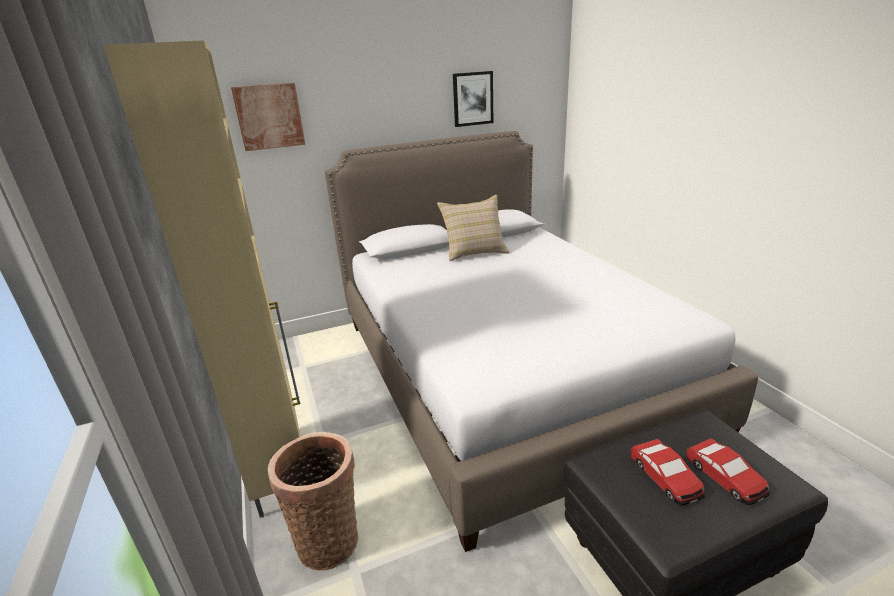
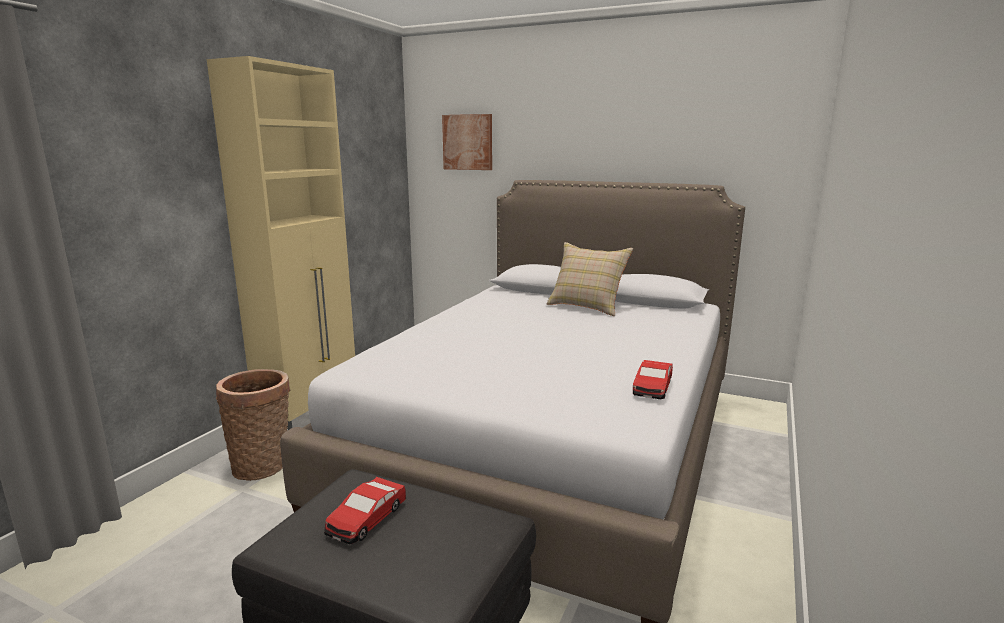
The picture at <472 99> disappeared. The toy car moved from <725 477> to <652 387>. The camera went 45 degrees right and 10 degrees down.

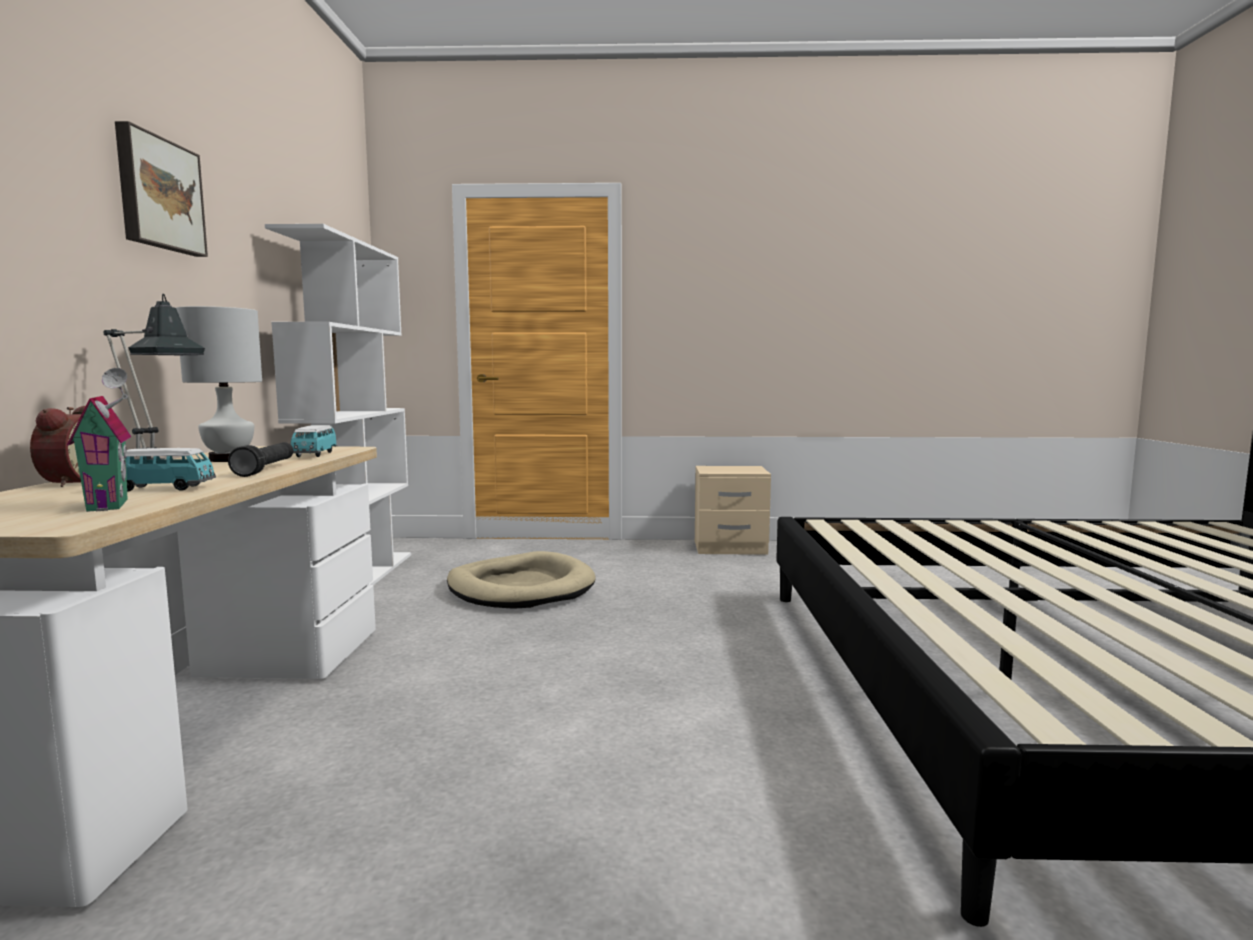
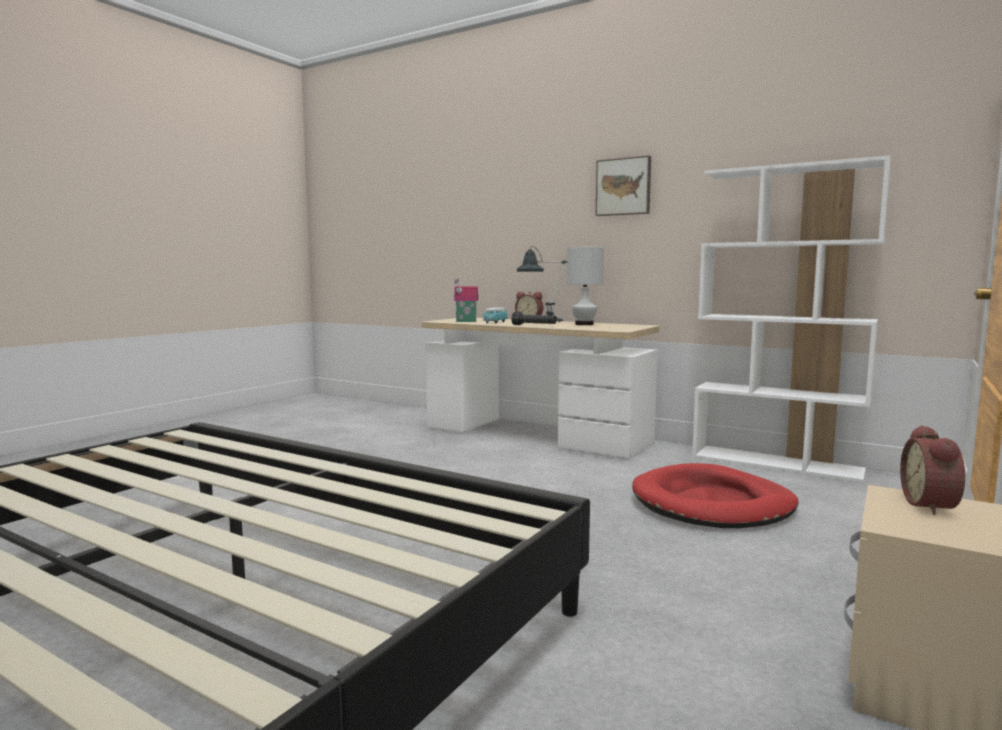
The toy car at <315 455> disappeared. The beige dog bed at <521 588> became the red dog bed at <712 504>. The alarm clock at <933 506> appeared. The camera went 120 degrees right and 0 degrees up.

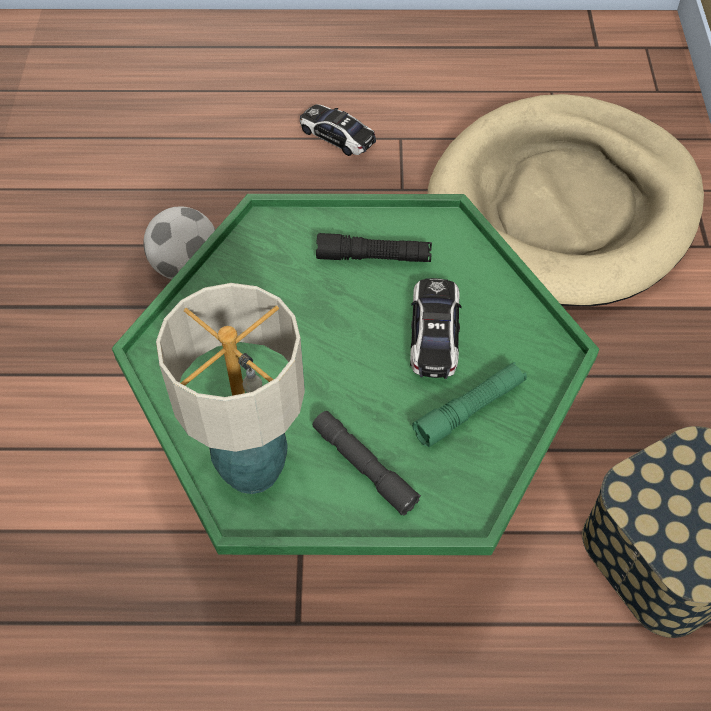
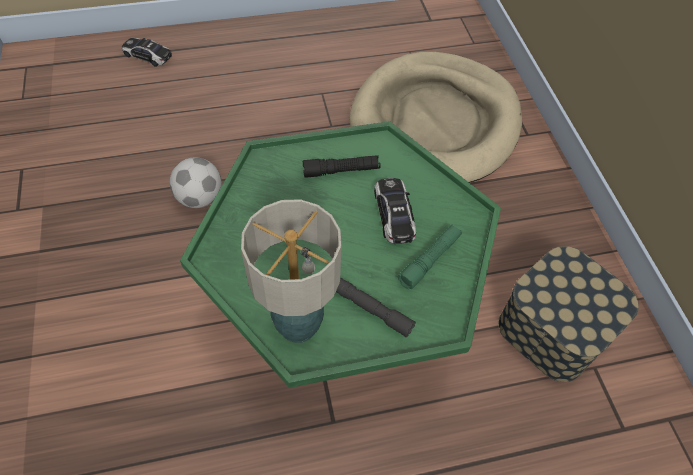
The toy car moved from <337 136> to <148 56>. The camera went 15 degrees left and 0 degrees up.

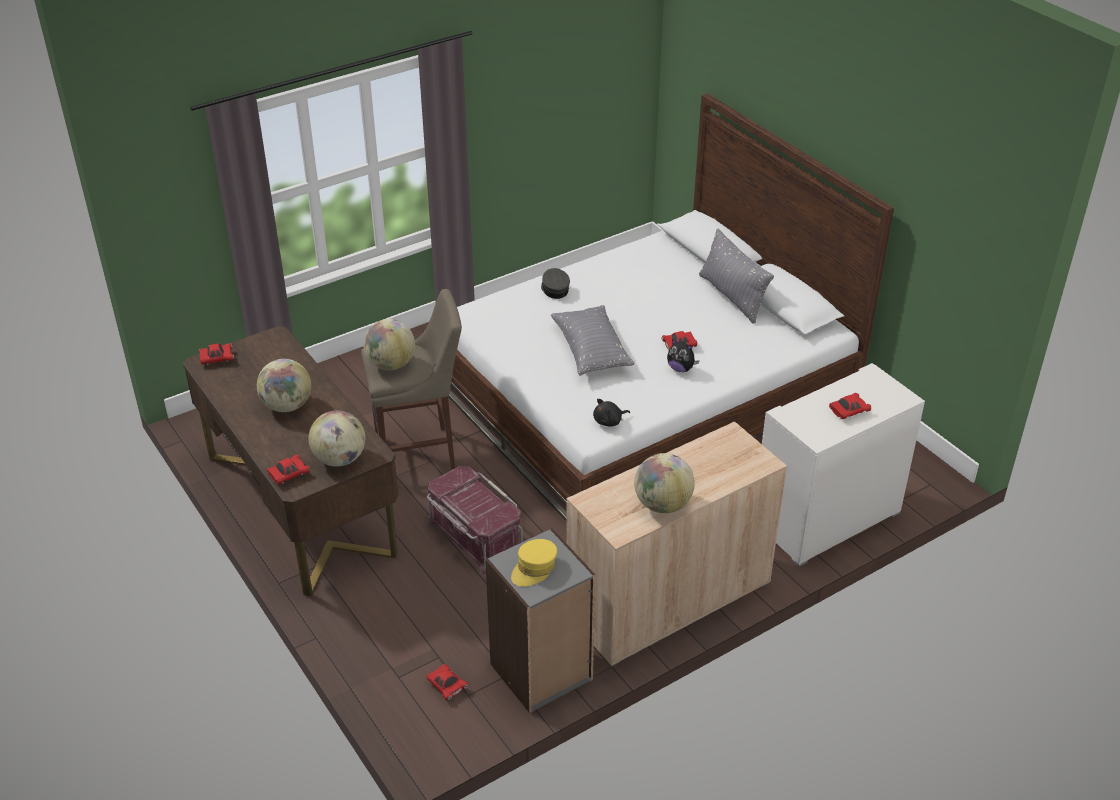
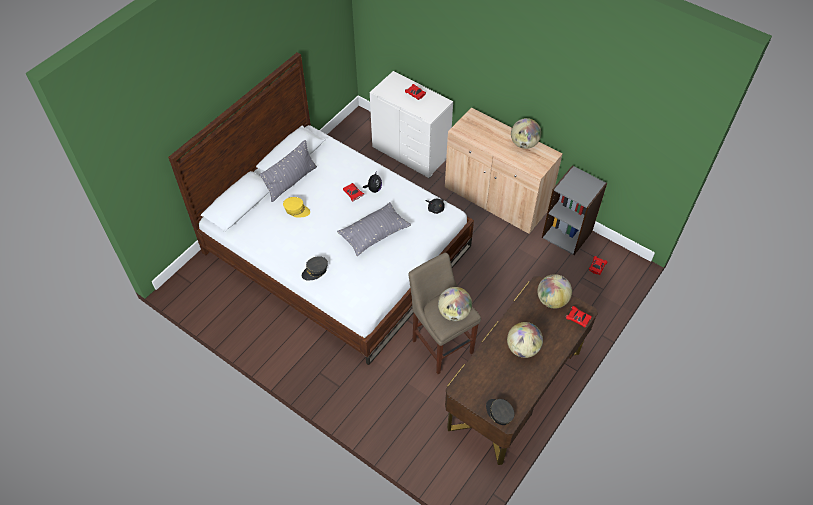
The red toy car at <217 359> was replaced by the grey cap at <499 413>. The red storage box at <474 535> disappeared. The yellow cap moved from <534 568> to <296 210>. The camera went 110 degrees left and 15 degrees up.

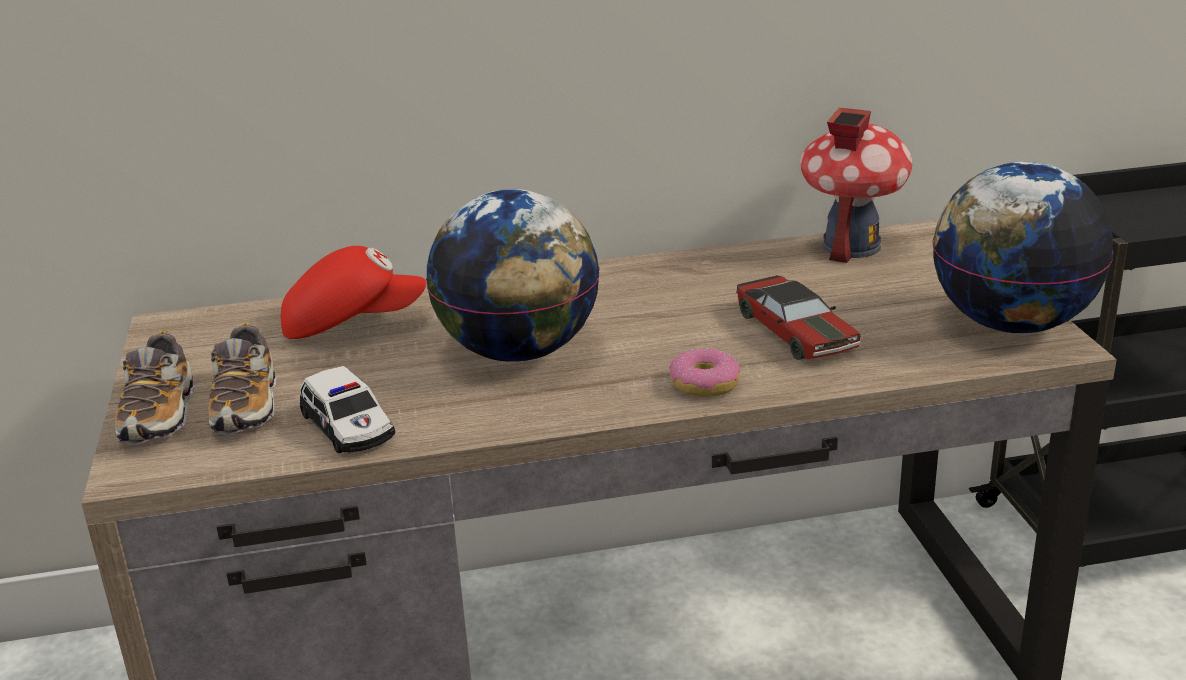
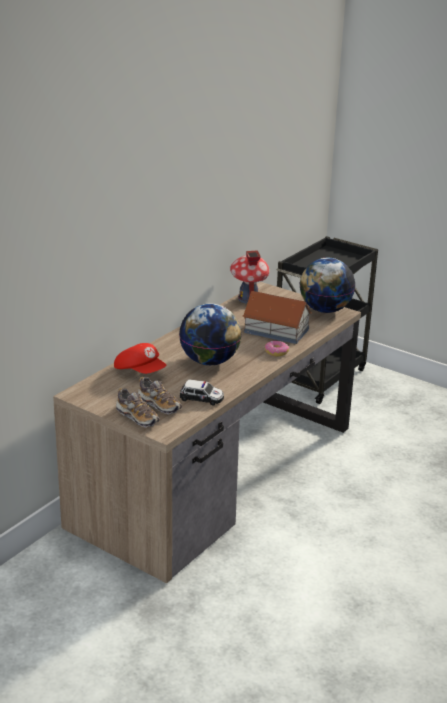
The red cap at <353 323> turned 90 degrees clockwise. The toy car at <795 332> was replaced by the toy house at <275 330>. The camera went 45 degrees left and 0 degrees up.

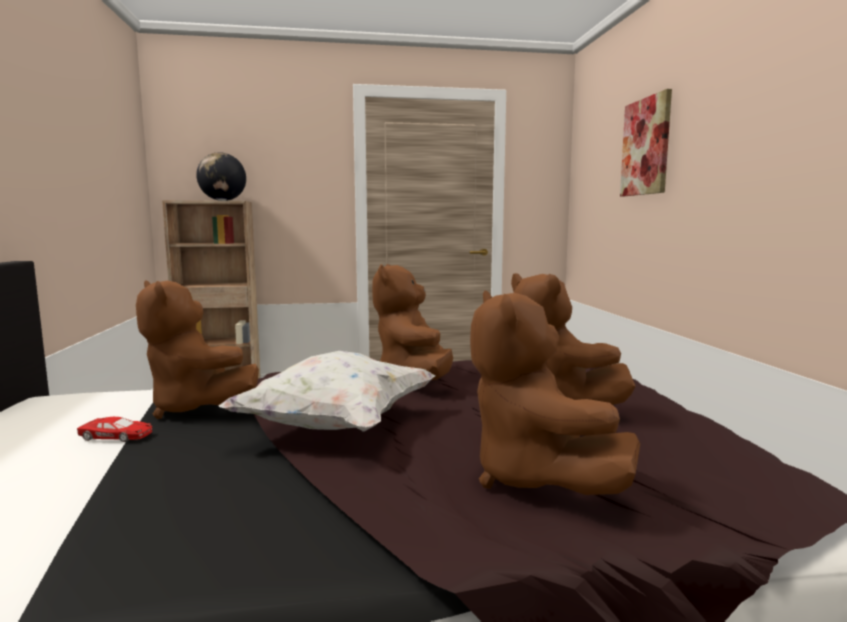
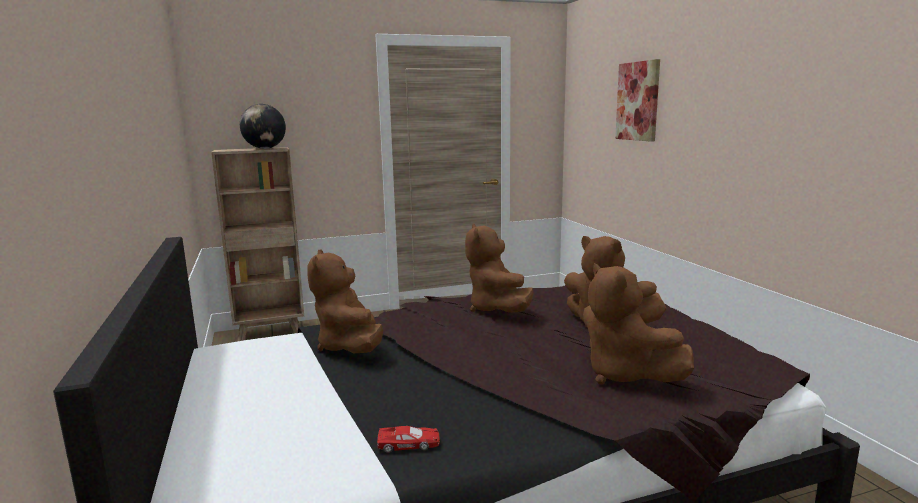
The brown plush toy at <196 408> turned 45 degrees clockwise. The white pillow at <337 425> disappeared. The red toy car moved from <117 436> to <409 444>. The camera went 10 degrees left and 5 degrees up.

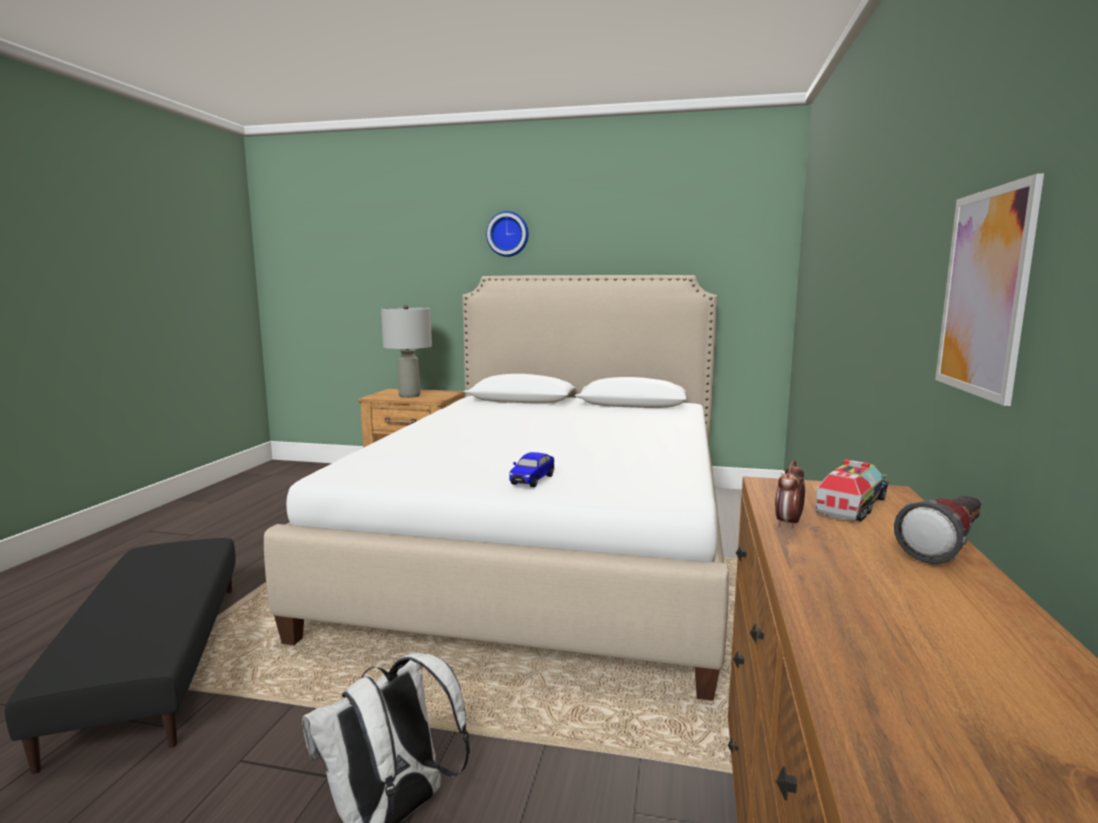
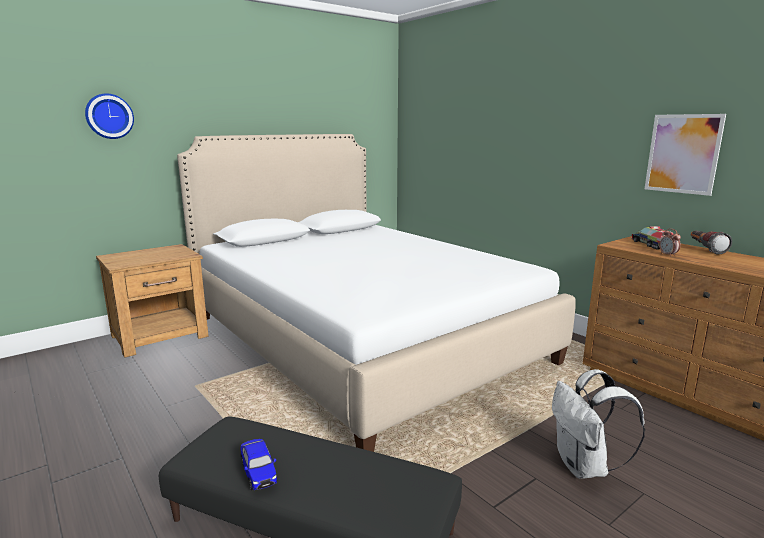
The wall clock moved from <508 234> to <109 116>. The grey table lamp at <410 395> disappeared. The toy car moved from <532 480> to <259 473>. The camera went 50 degrees left and 5 degrees up.

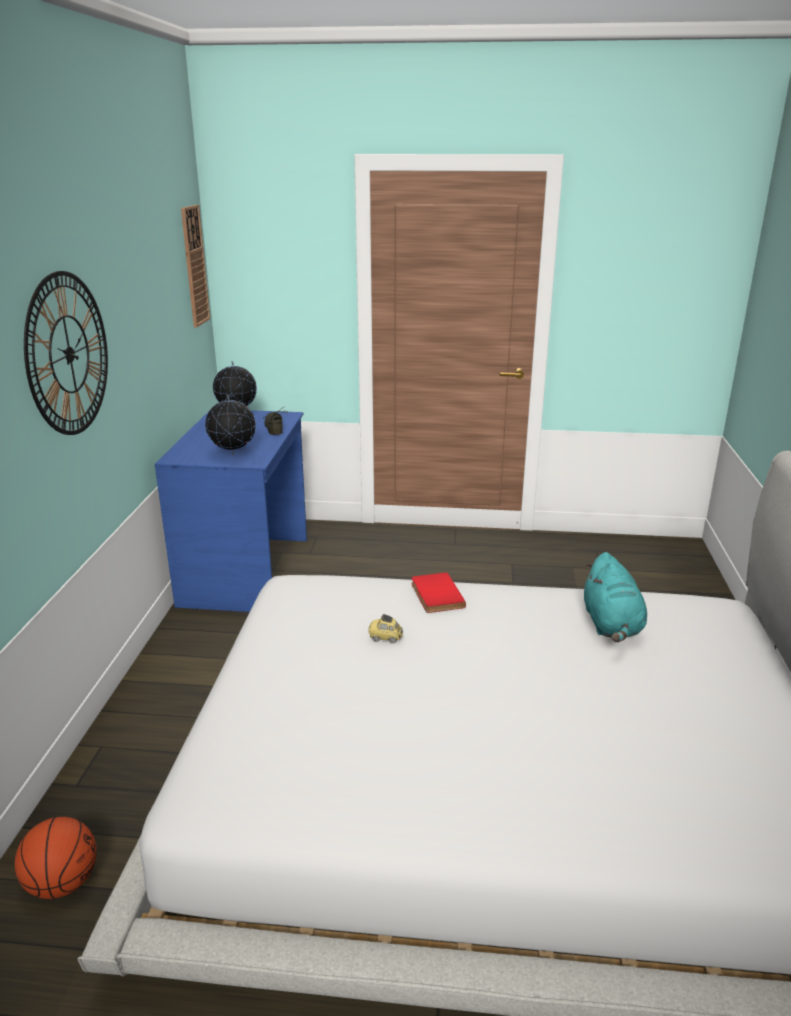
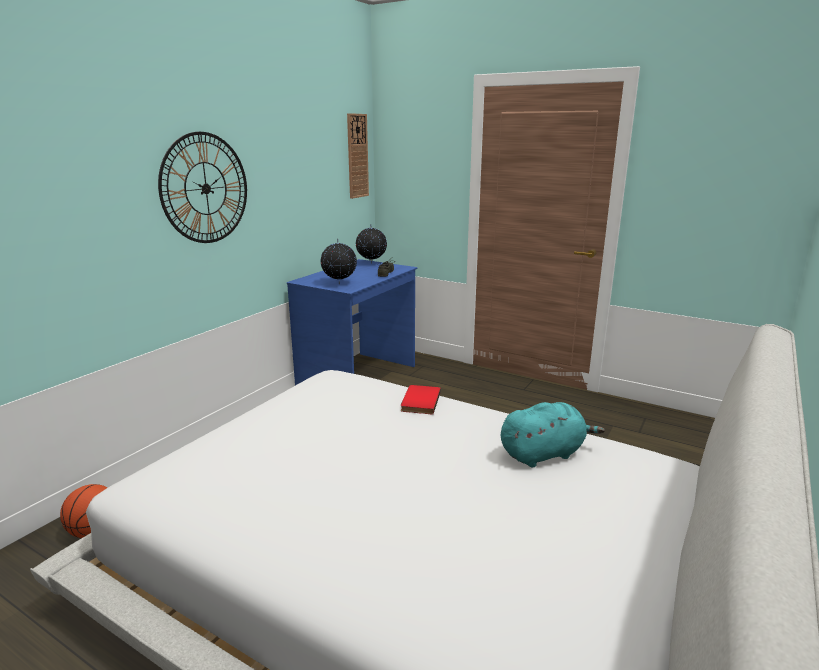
The turquoise plush toy at <611 625> turned 135 degrees counterclockwise. The toy car at <385 637> disappeared. The camera went 25 degrees right and 5 degrees down.

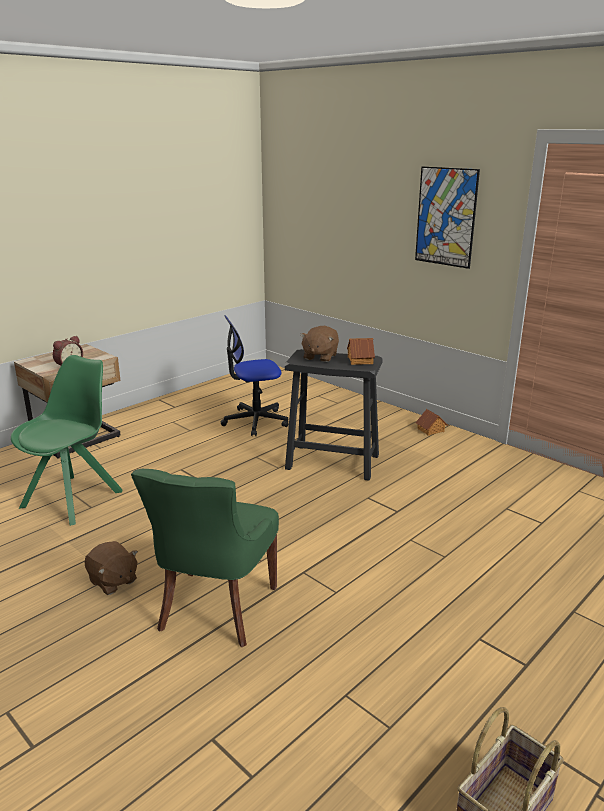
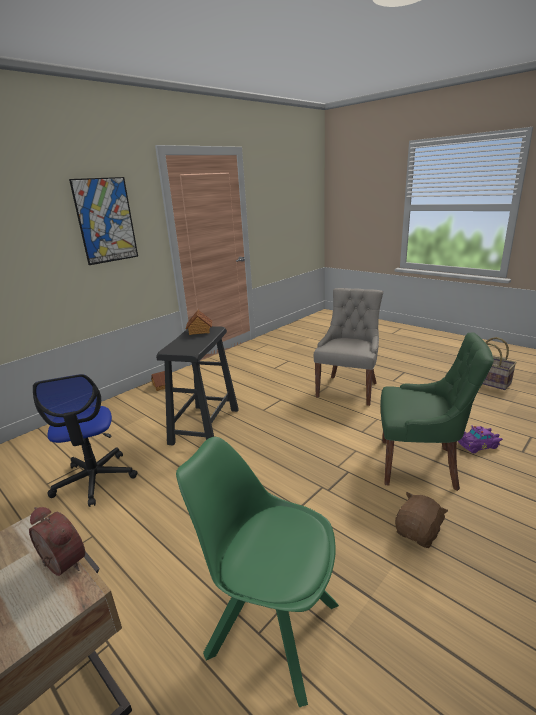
The brown plush toy at <319 357> disappeared. The grey chair at <348 389> appeared. The purple toy car at <479 445> appeared. The camera went 90 degrees left and 0 degrees up.

